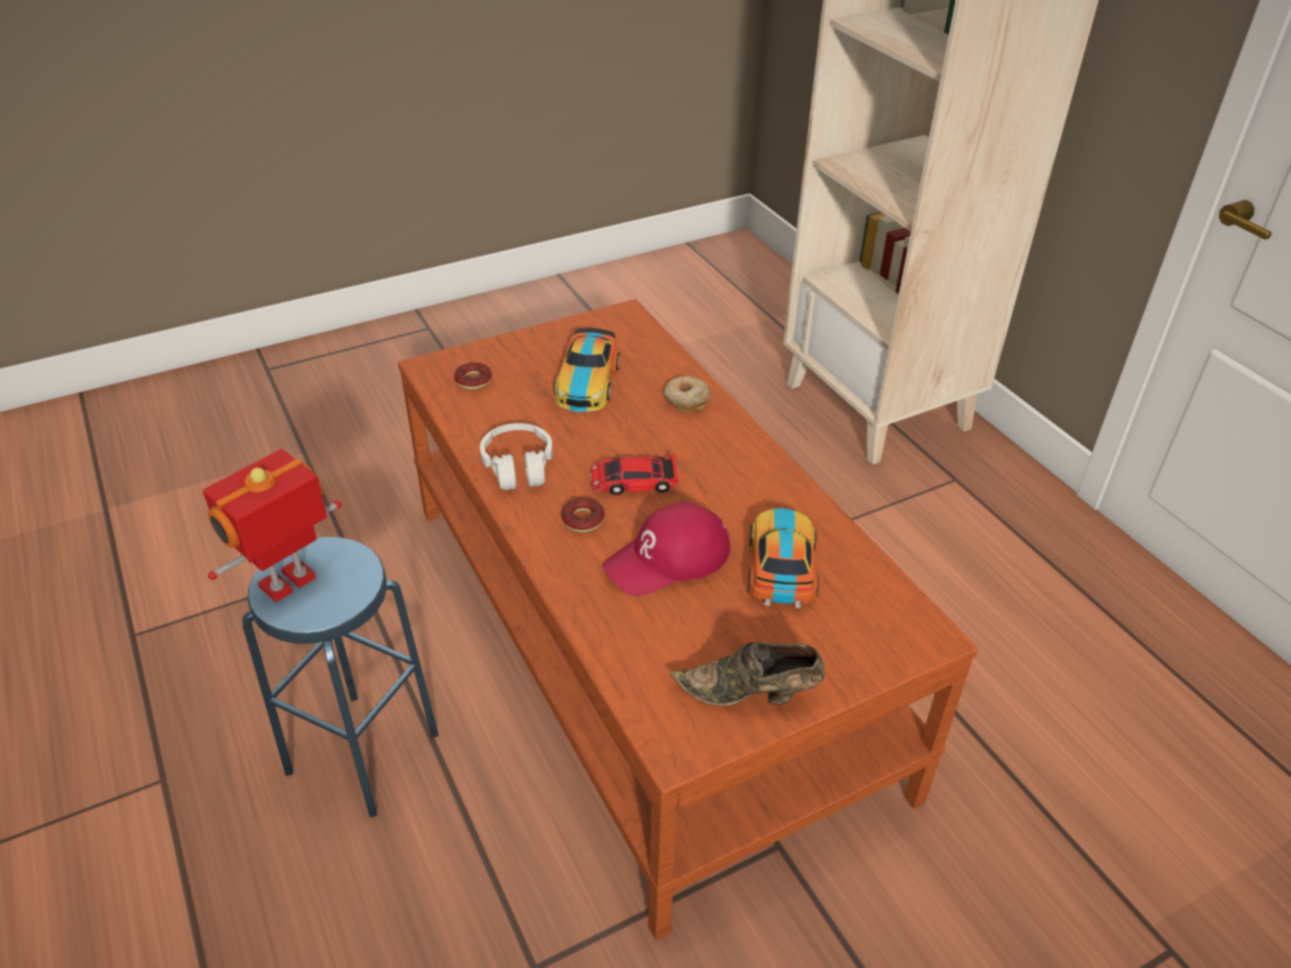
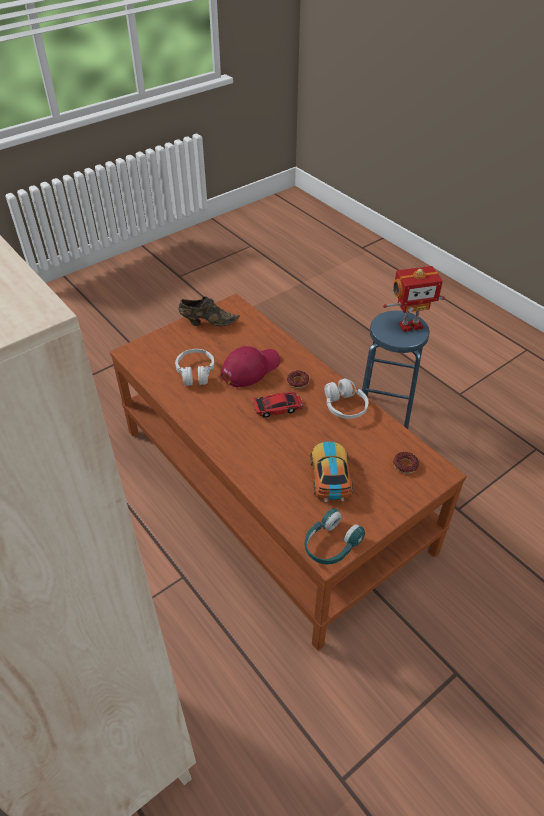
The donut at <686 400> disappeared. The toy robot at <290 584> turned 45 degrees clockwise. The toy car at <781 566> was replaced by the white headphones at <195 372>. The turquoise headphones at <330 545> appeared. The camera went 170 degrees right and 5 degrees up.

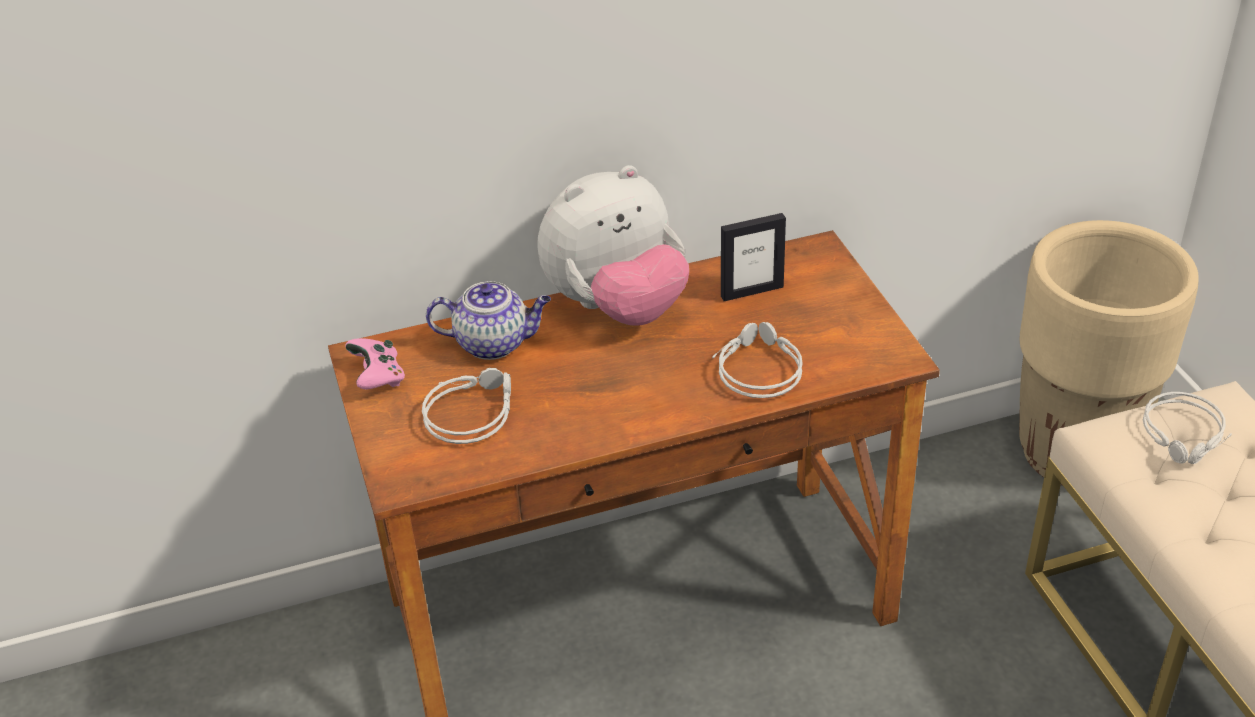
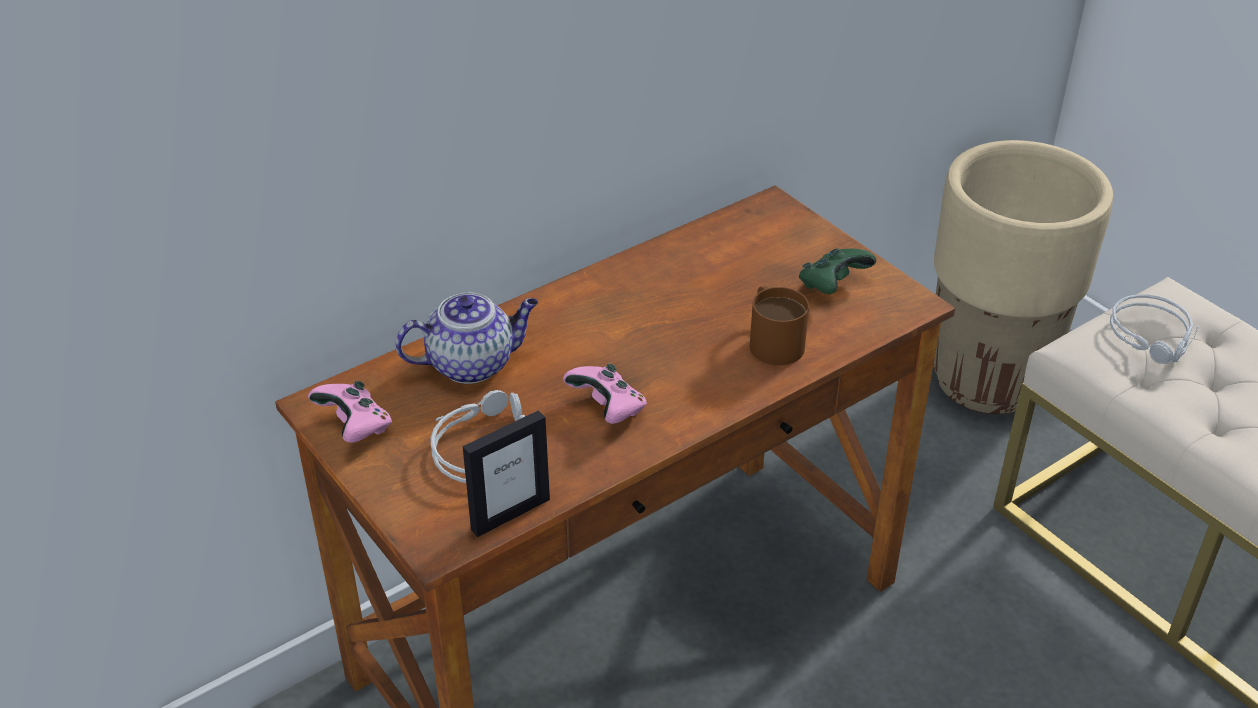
The plush toy at <617 307> disappeared. The picture frame moved from <751 291> to <510 514>. The grey headphones at <756 368> was replaced by the brown mug at <772 340>. The green game controller at <832 285> appeared. The pink game controller at <608 409> appeared. The camera went 20 degrees left and 0 degrees up.

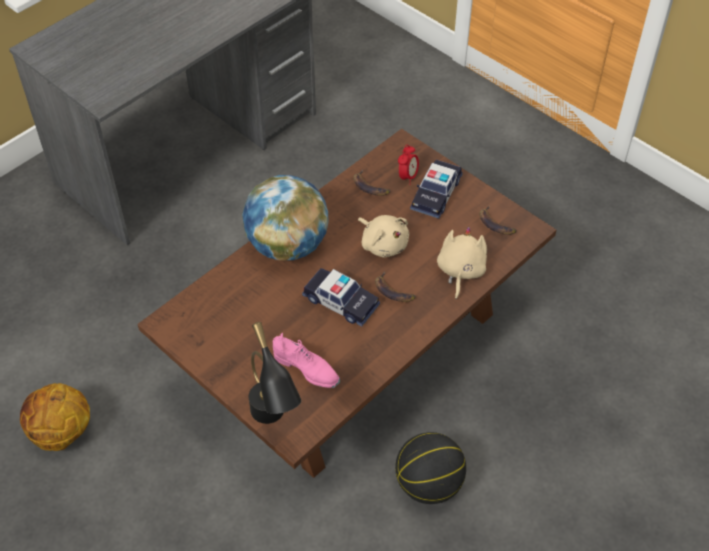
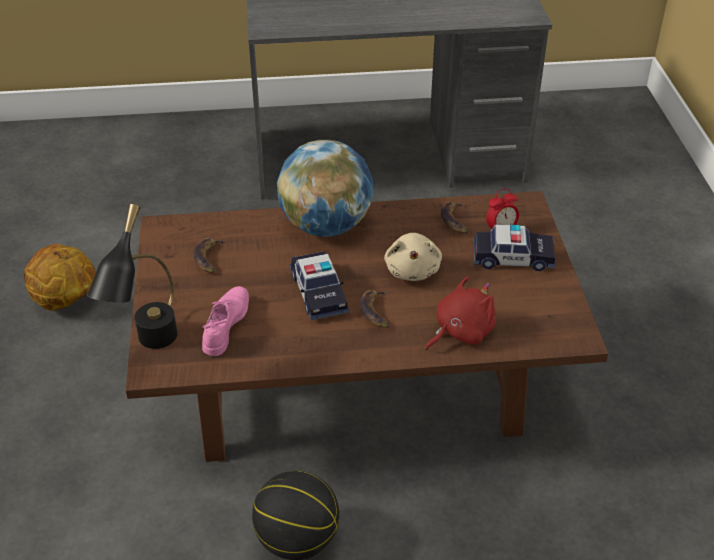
The toy car at <436 194> turned 150 degrees counterclockwise. The banana moved from <496 224> to <209 258>. The beige plush toy at <460 271> became the red plush toy at <460 332>. The pink shoe at <306 369> turned 150 degrees counterclockwise. The camera went 40 degrees right and 10 degrees down.

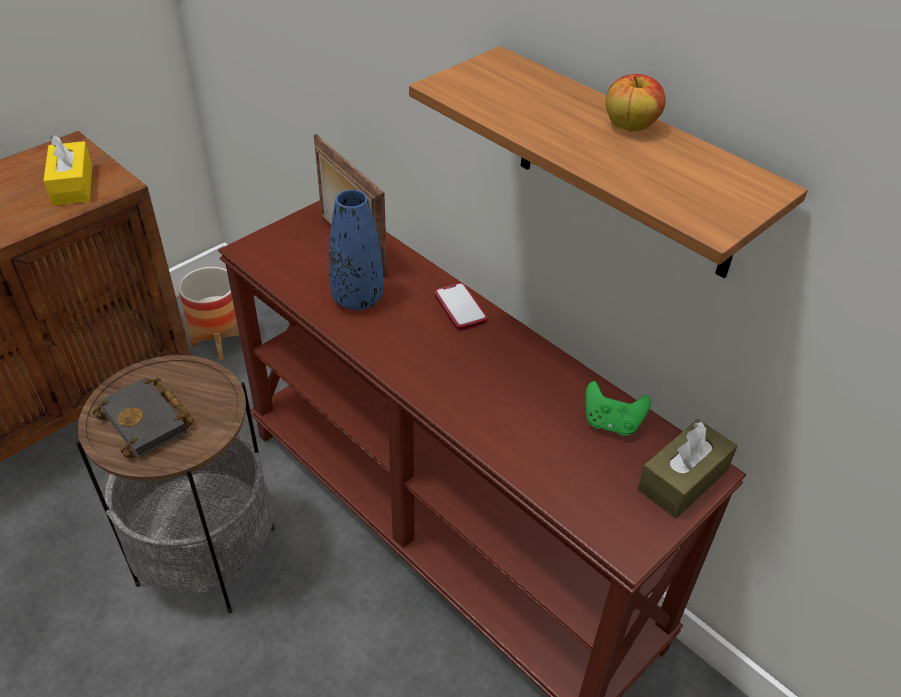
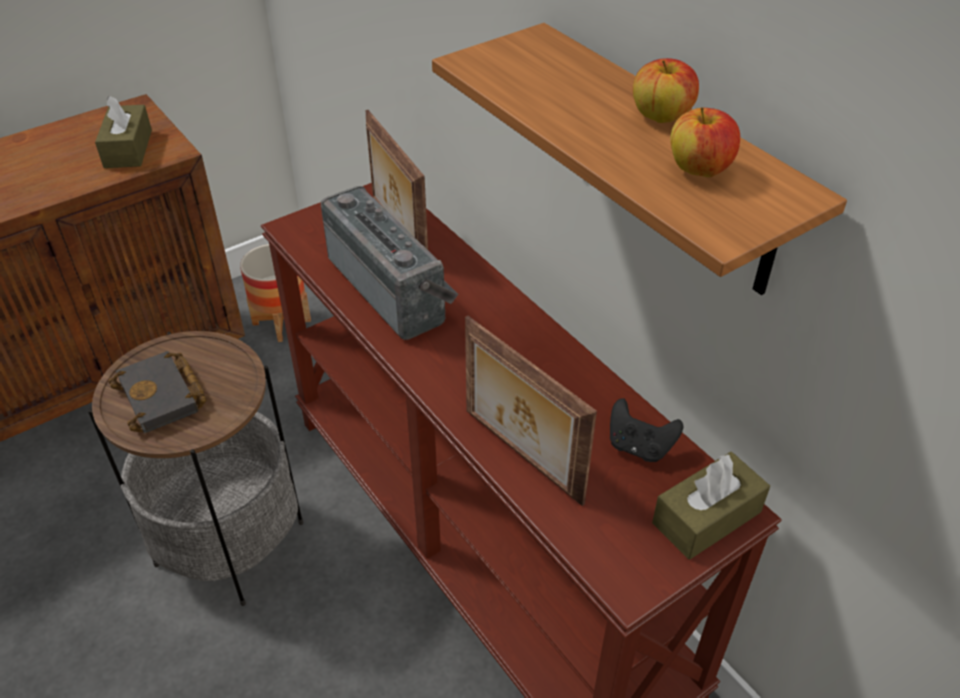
The yellow tissue box at <72 185> became the brown tissue box at <128 149>. The blue vase at <357 299> was replaced by the radio at <392 288>. The phone at <460 308> disappeared. The green game controller at <611 423> became the black game controller at <639 447>. The apple at <699 170> appeared. The picture frame at <520 457> appeared. The camera went 10 degrees right and 0 degrees up.

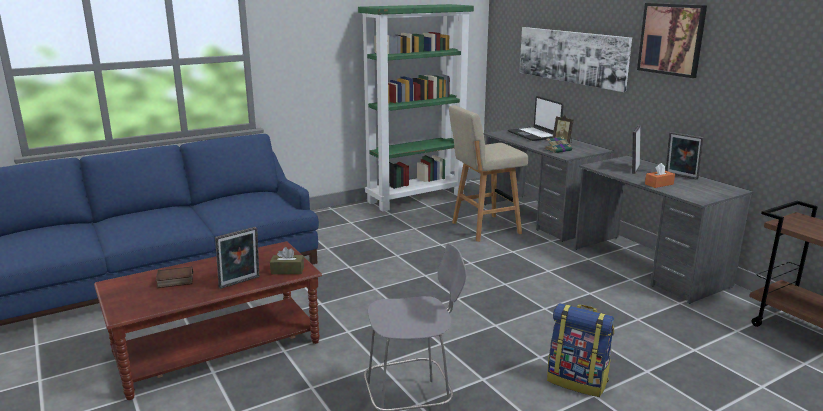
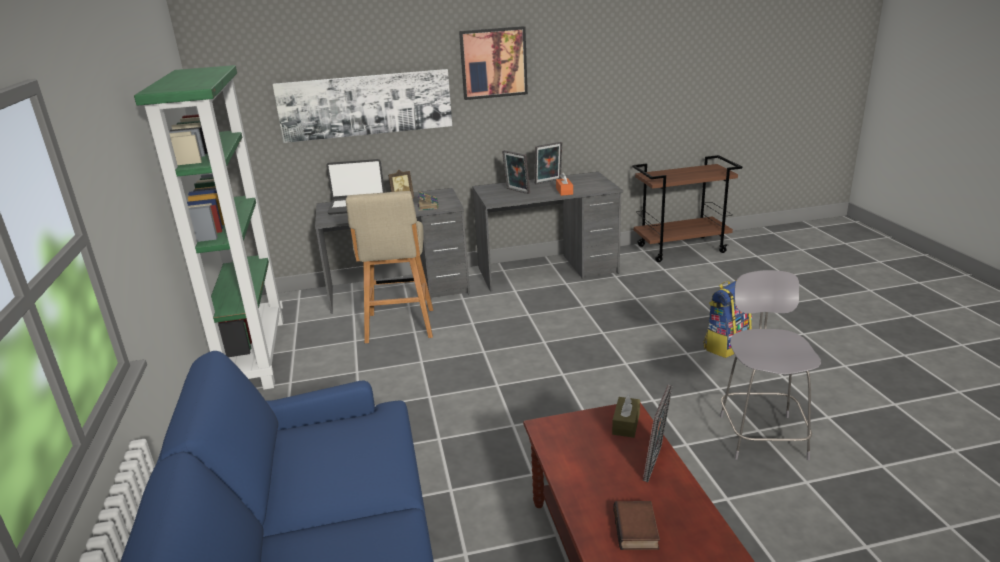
The picture frame at <240 283> turned 45 degrees clockwise. The camera went 70 degrees left and 5 degrees up.

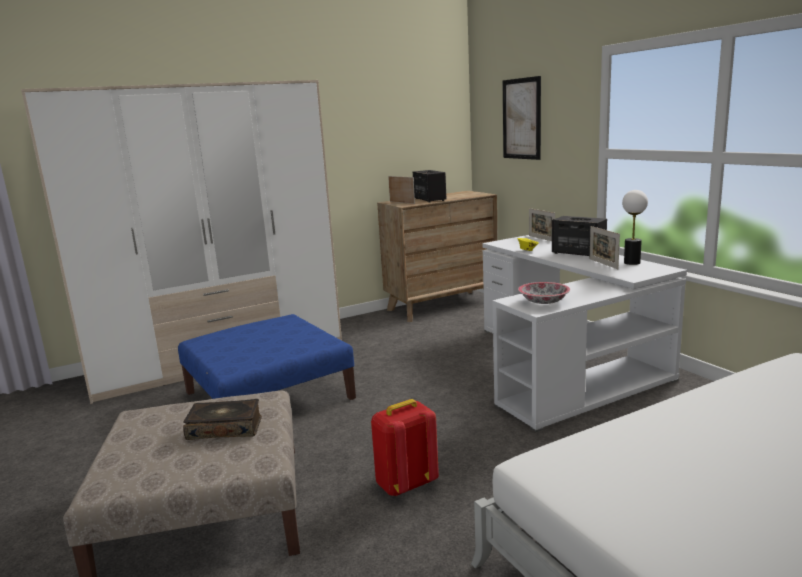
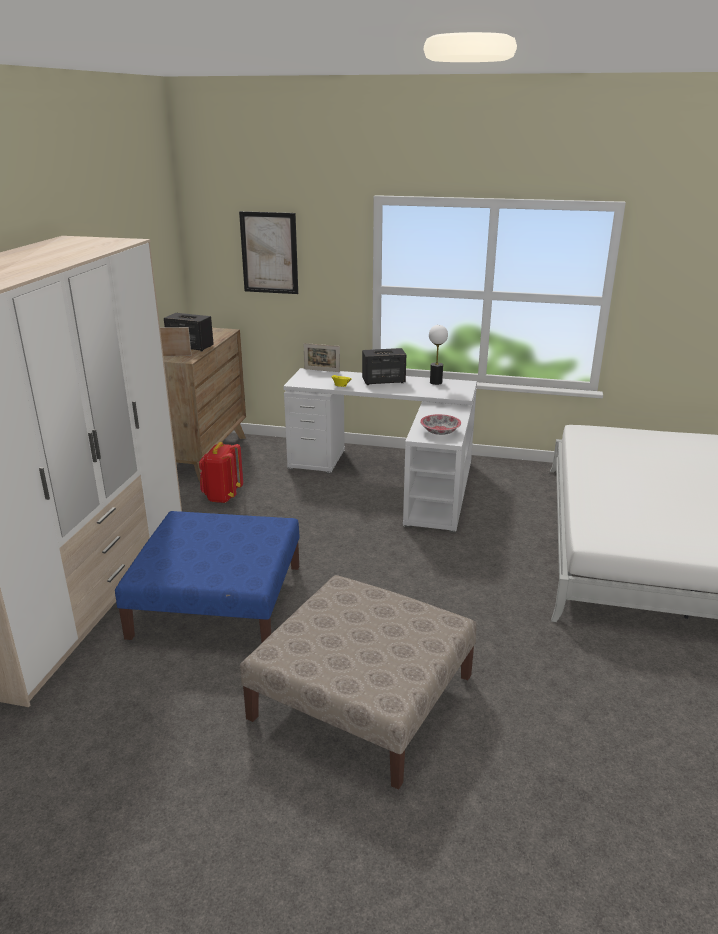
The picture frame at <603 264> disappeared. The book at <225 428> disappeared. The red backpack moved from <405 484> to <222 497>. The camera went 50 degrees left and 10 degrees up.

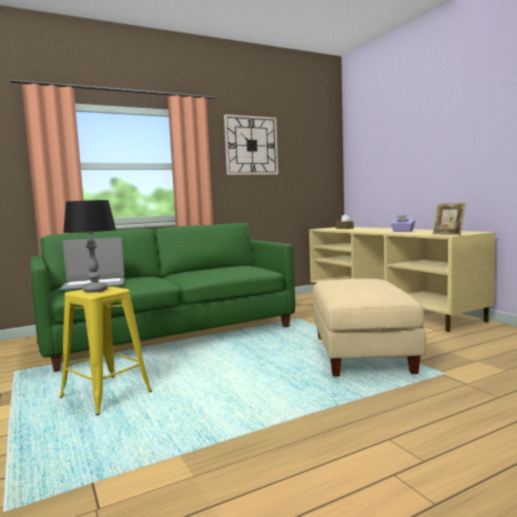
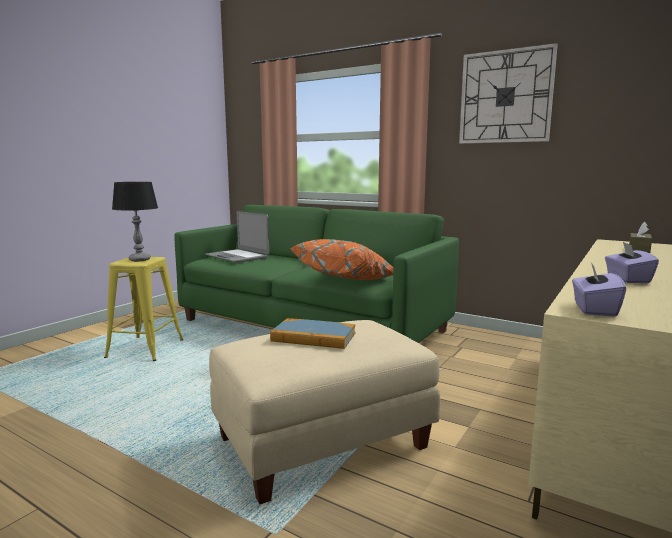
The picture frame at <448 234> was replaced by the purple tissue box at <594 309>. The orange pillow at <346 280> appeared. The book at <313 337> appeared. The camera went 60 degrees right and 5 degrees up.

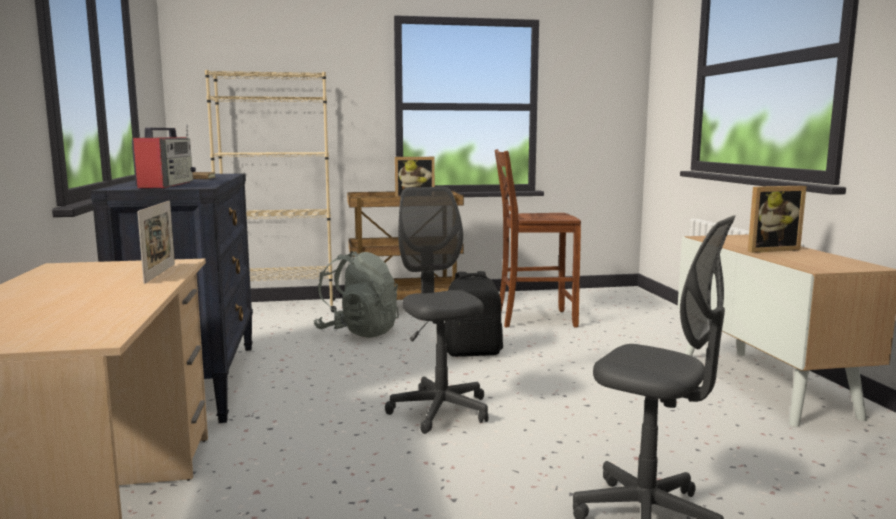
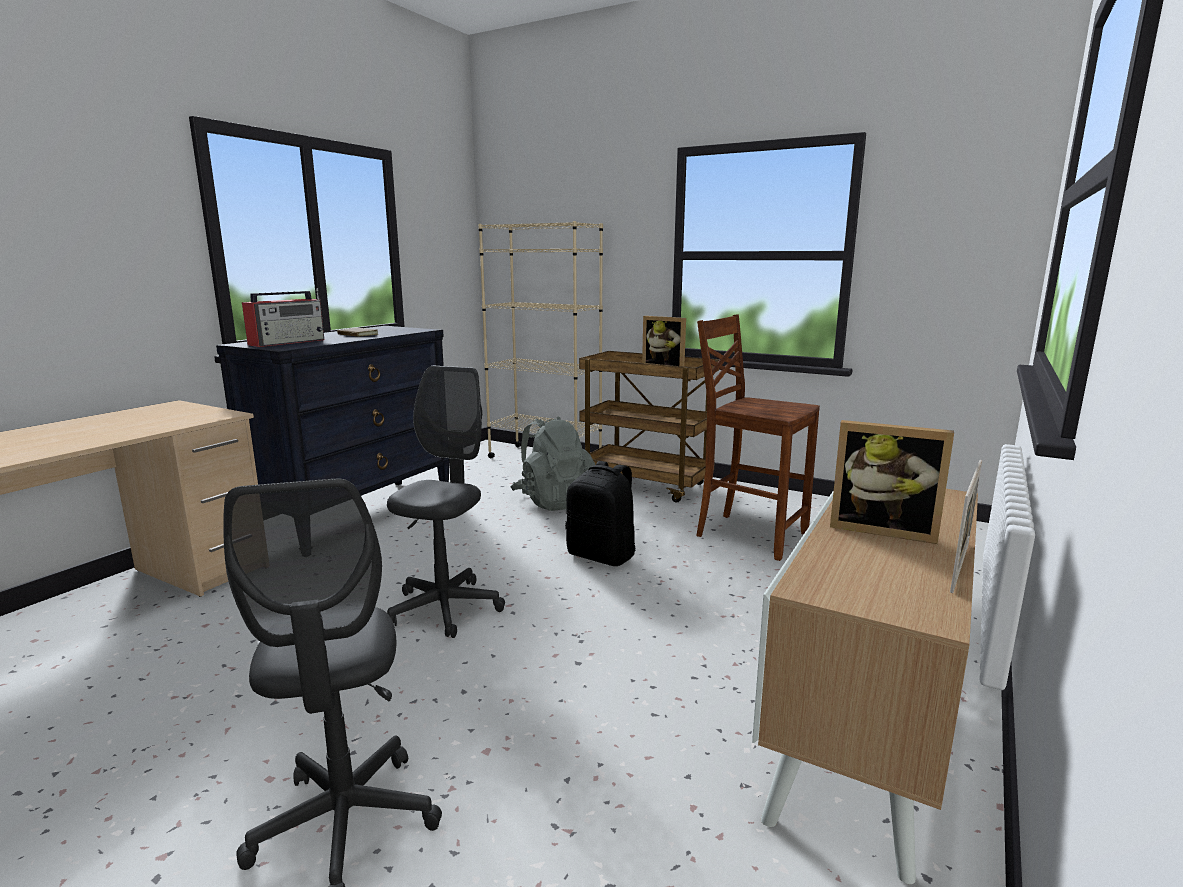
The picture frame moved from <160 273> to <959 566>. The camera went 40 degrees right and 5 degrees up.

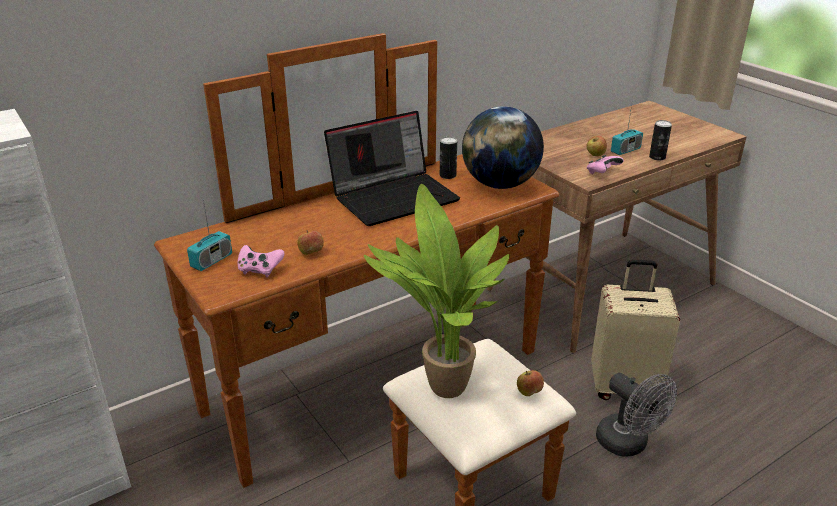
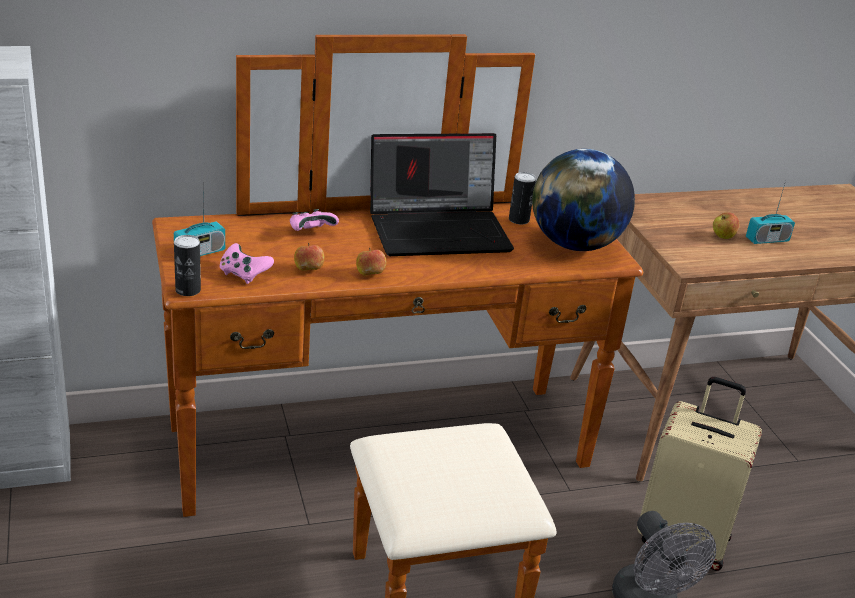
The can moved from <657 157> to <188 290>. The pink game controller moved from <602 173> to <311 232>. The potted plant at <441 389> disappeared. The apple moved from <529 392> to <370 274>. The camera went 15 degrees right and 0 degrees up.

